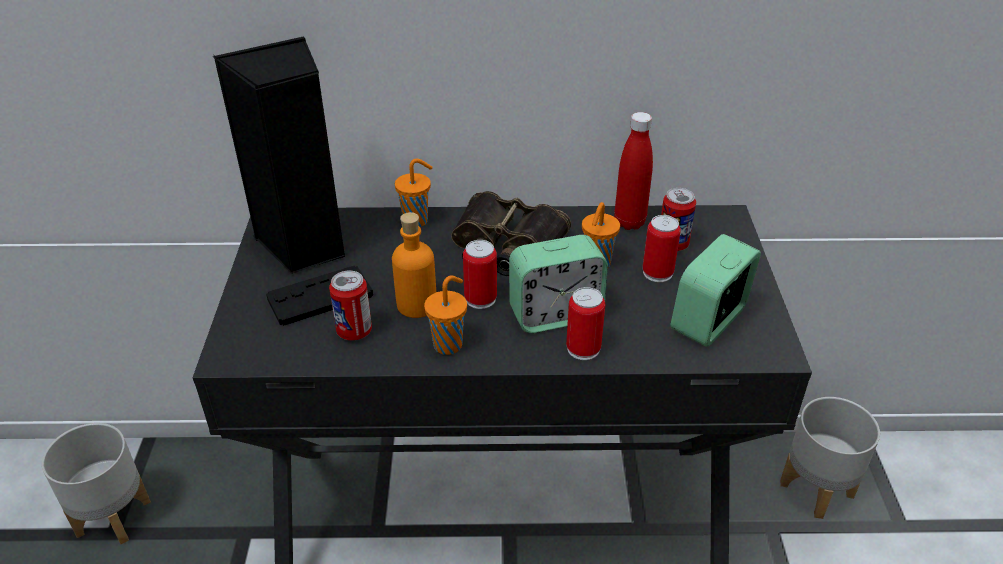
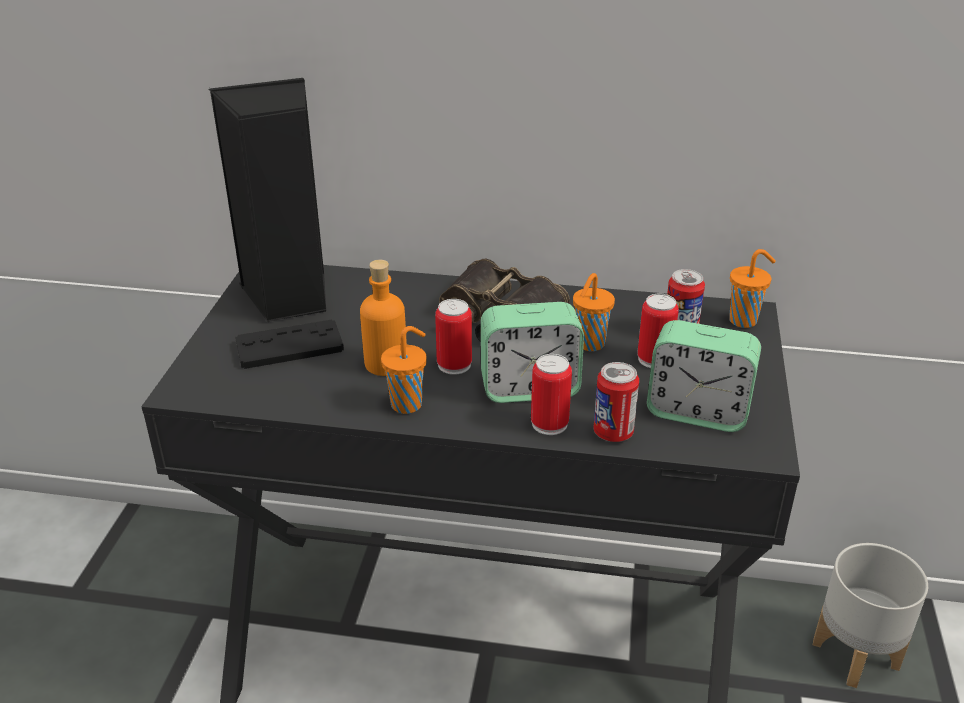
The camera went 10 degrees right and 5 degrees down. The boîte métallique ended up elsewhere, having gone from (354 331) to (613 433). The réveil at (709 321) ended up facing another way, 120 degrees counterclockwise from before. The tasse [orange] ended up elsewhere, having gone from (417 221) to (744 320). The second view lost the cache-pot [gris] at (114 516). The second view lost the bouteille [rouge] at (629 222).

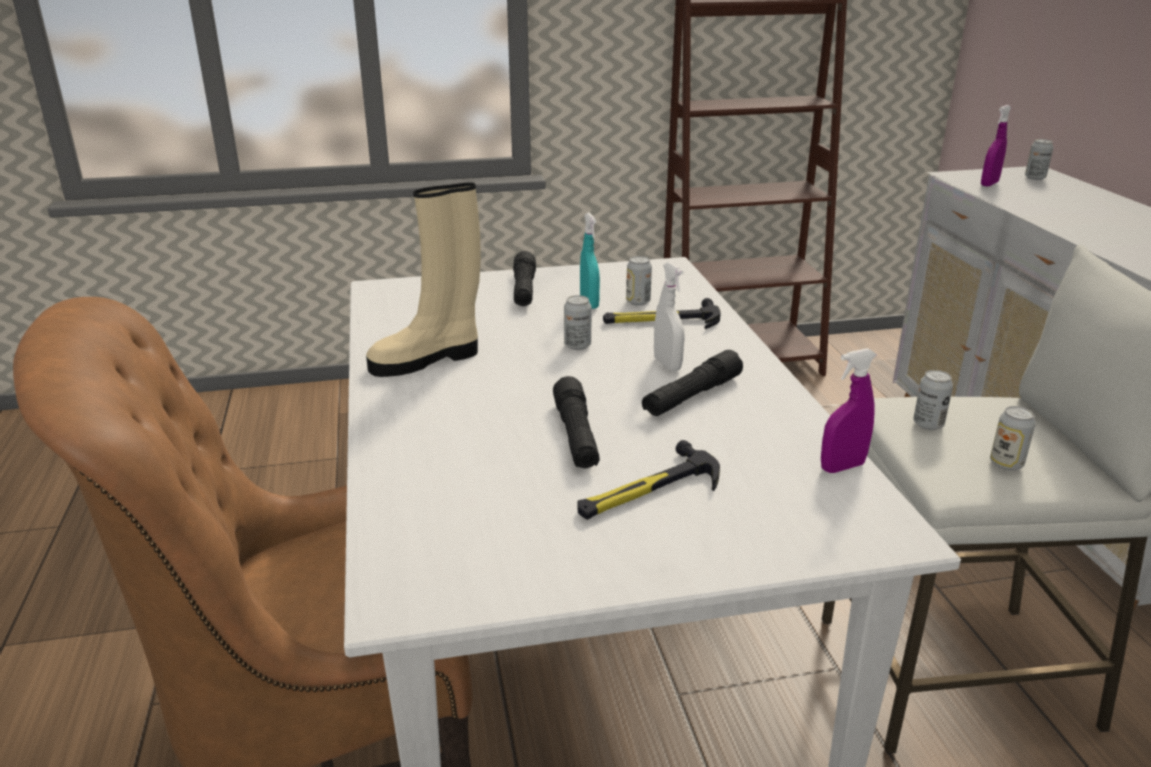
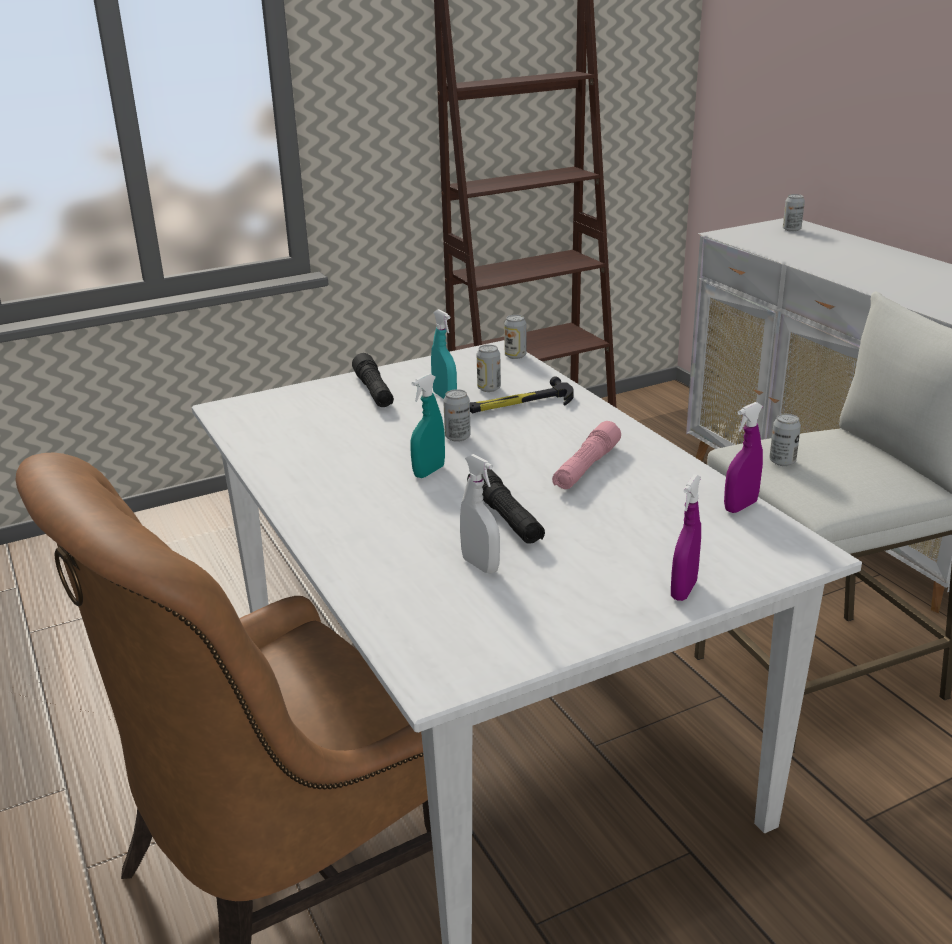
The camera went 15 degrees left and 0 degrees up. The second view gained the vaporisateur [turquoise] at (429 472). The vaporisateur [blanc] ended up elsewhere, having gone from (667 364) to (480 565). The boîte métallique ended up elsewhere, having gone from (1006 464) to (515 356). What was the lampe de poche [noir] at (692 396) turned into the lampe de poche [rose] at (586 467). The vaporisateur [violet] ended up elsewhere, having gone from (989 184) to (683 590). The second view lost the botte [beige] at (428 359). The second view lost the marteau at (648 491).

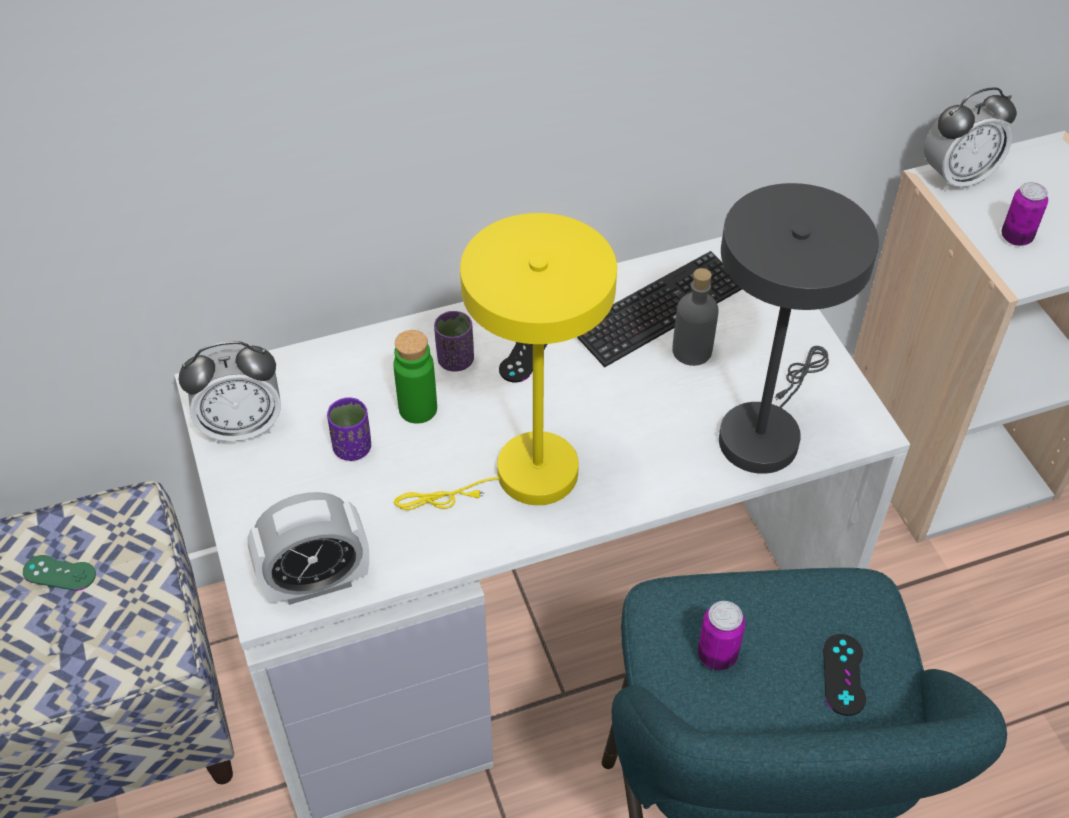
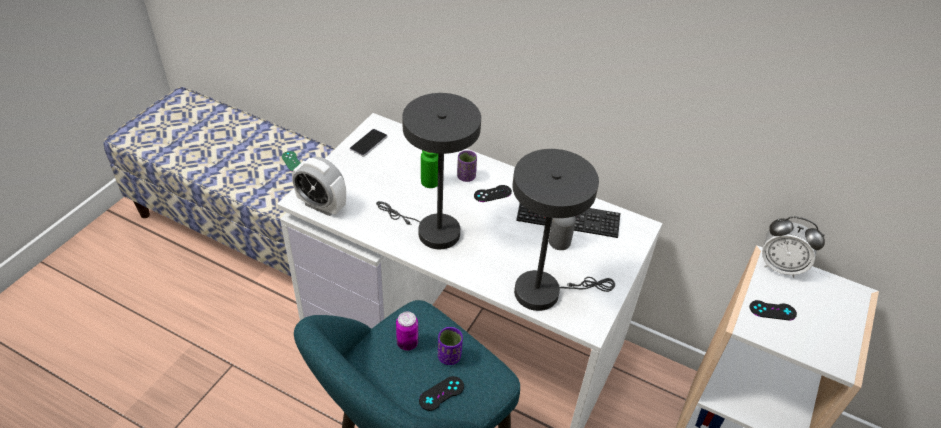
The camera went 45 degrees right and 5 degrees down. Where the réveil stood at (242 427), the téléphone came to stand at (368 143). What was the lampe de table [jaune] at (522 478) turned into the lampe de table [gris] at (431 231). The tasse [violet] ended up elsewhere, having gone from (352 448) to (449 356). Where the boîte métallique stood at (1016 237), the manette [noir] came to stand at (772 310).

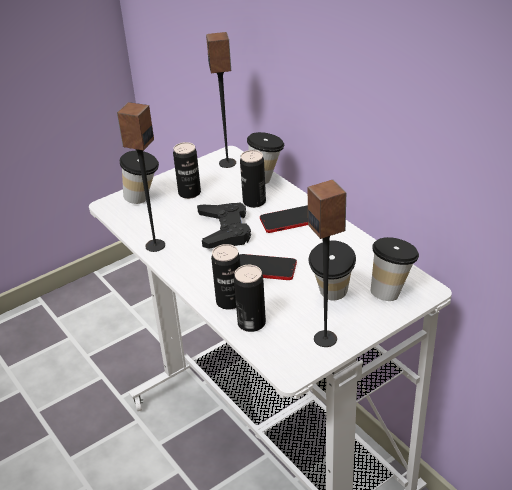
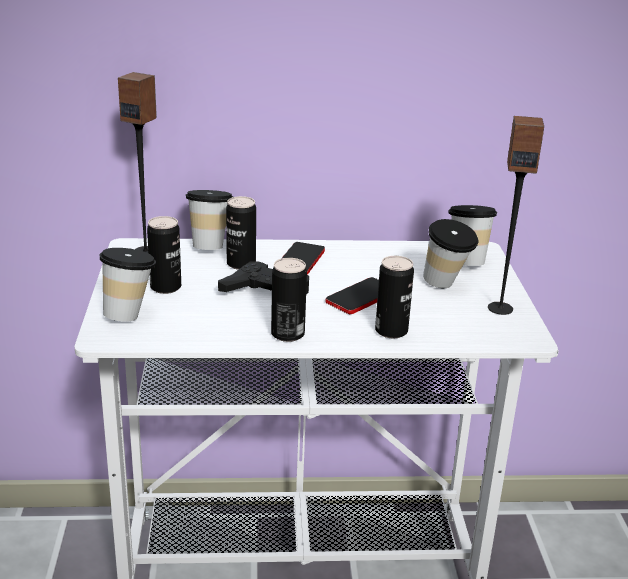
The camera went 60 degrees left and 10 degrees down. The boîte métallique ended up elsewhere, having gone from (251 323) to (287 334). The second view lost the enceinte at (155 245).

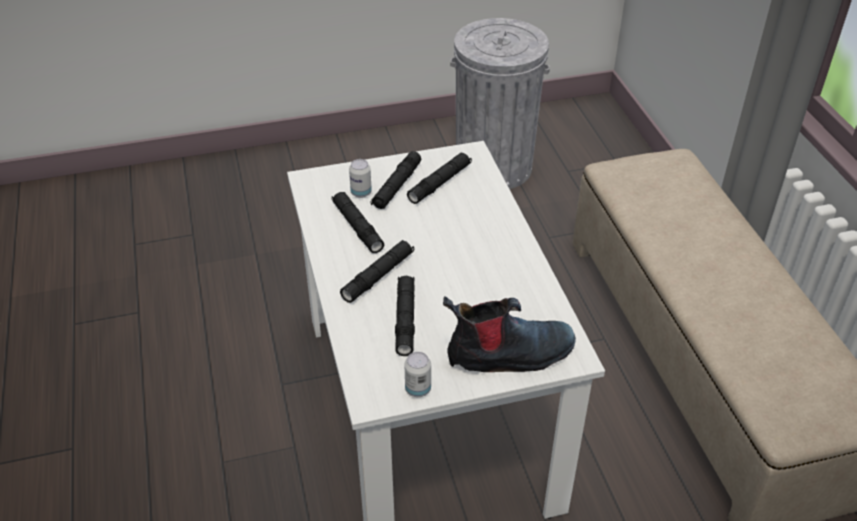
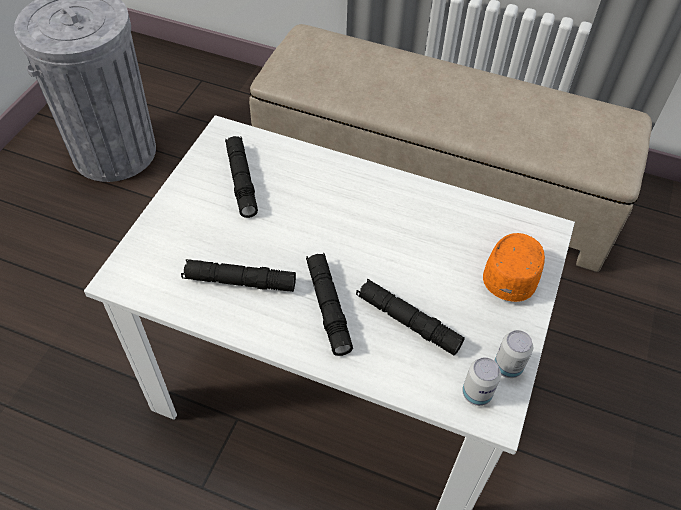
The camera went 55 degrees left and 10 degrees up. The boîte métallique ended up elsewhere, having gone from (361 193) to (476 393). Where the botte stood at (509 355), the casquette [orange] came to stand at (513 272). The second view lost the lampe de poche [noir] at (396 186).

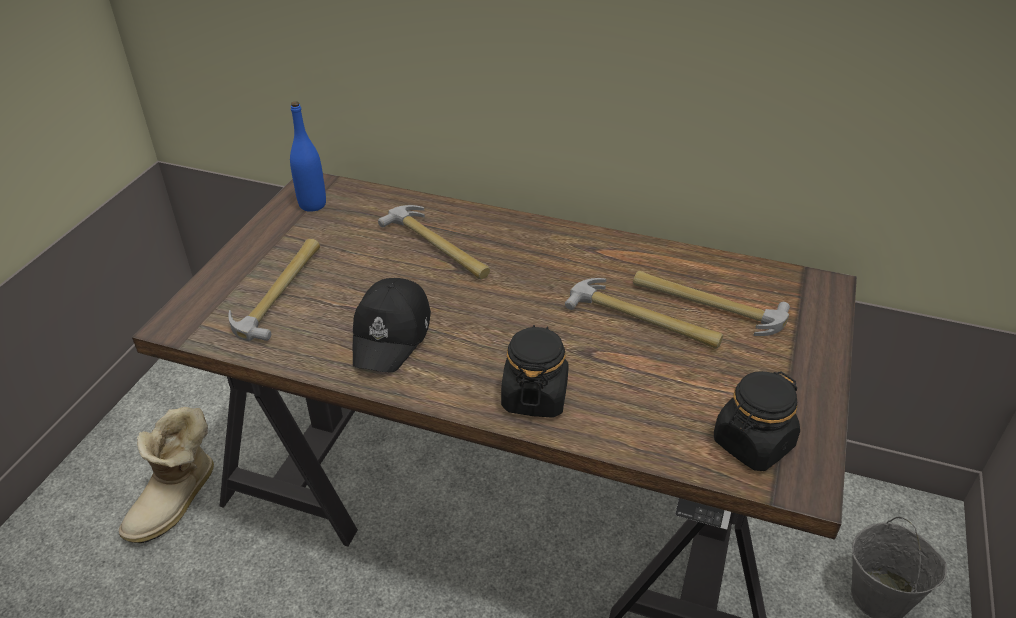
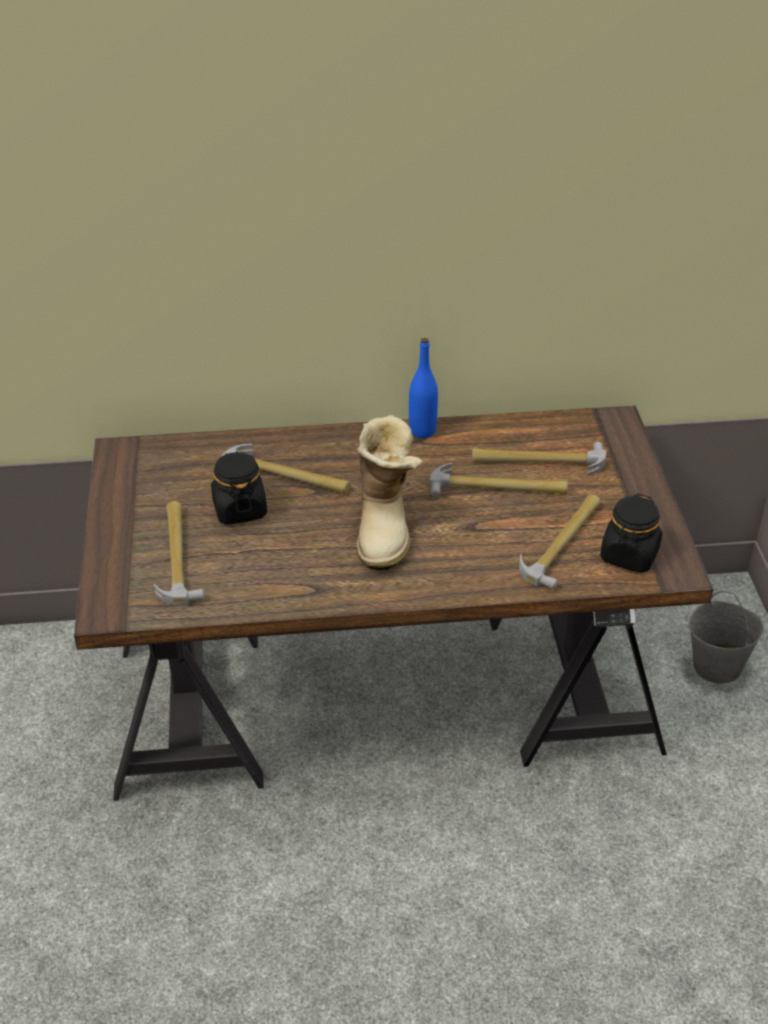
The camera went 25 degrees left and 0 degrees up. The bocal [noir] ended up elsewhere, having gone from (534 396) to (239 509). The botte ended up elsewhere, having gone from (177 501) to (386 528). The bouteille [bleu] ended up elsewhere, having gone from (312 204) to (422 431). The second view gained the marteau at (563 543). The second view lost the casquette [noir] at (392 334).

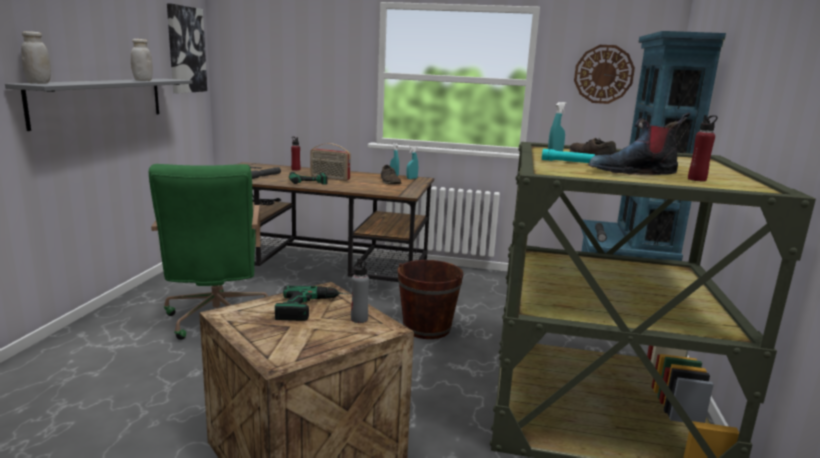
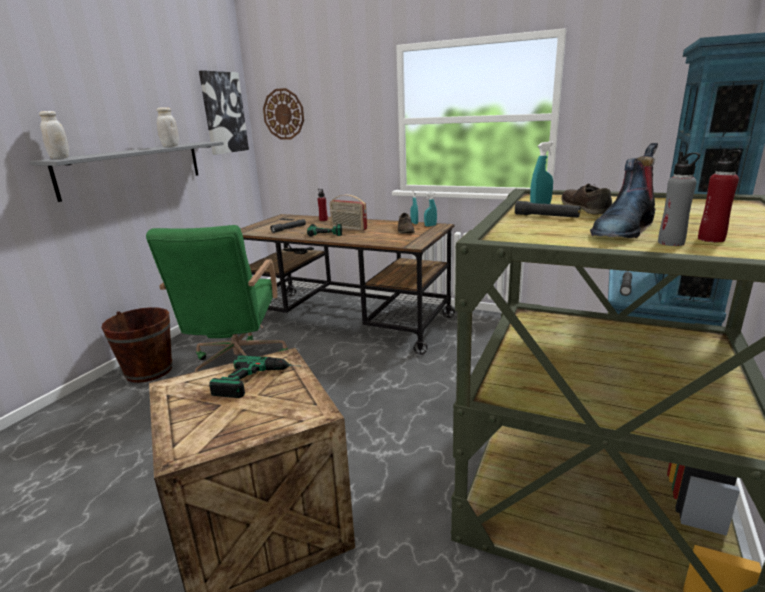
The camera went 15 degrees right and 5 degrees up. The seau [marron] ended up elsewhere, having gone from (427 328) to (149 371). The horloge murale ended up elsewhere, having gone from (603 74) to (283 114). What was the lampe de poche [turquoise] at (567 162) turned into the lampe de poche [noir] at (546 216). The botte at (632 172) ended up facing another way, 60 degrees counterclockwise from before. The bouteille [gris] ended up elsewhere, having gone from (359 319) to (671 243).

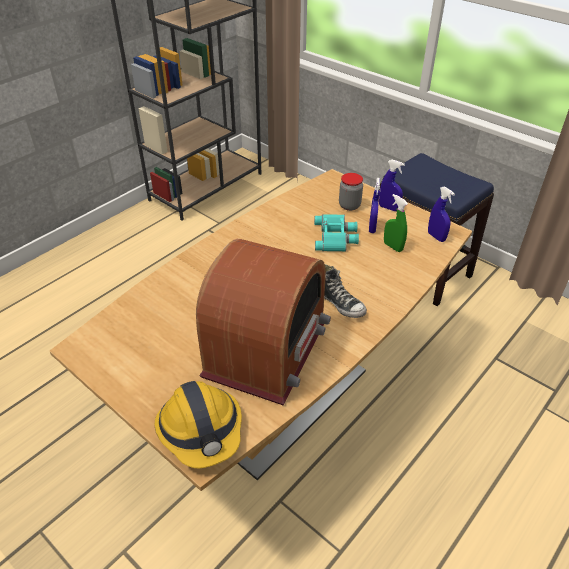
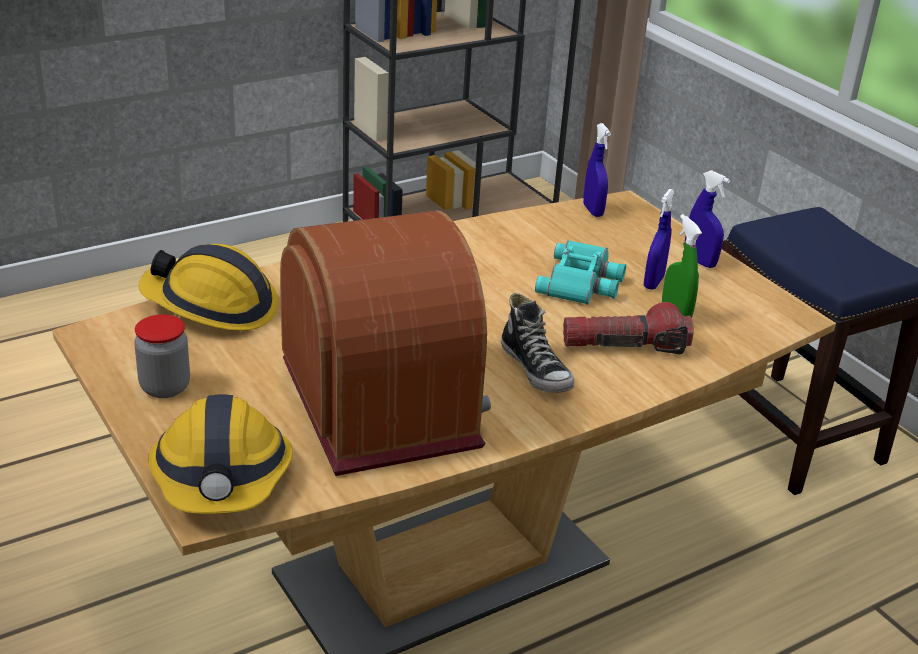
The camera went 15 degrees right and 10 degrees down. The bocal ended up elsewhere, having gone from (349 205) to (165 387). The second view gained the casque de chantier at (211 306). The radio at (267 349) ended up facing another way, 60 degrees counterclockwise from before. The second view gained the lampe de poche at (625 346). The vaporisateur [bleu] ended up elsewhere, having gone from (436 237) to (593 211).

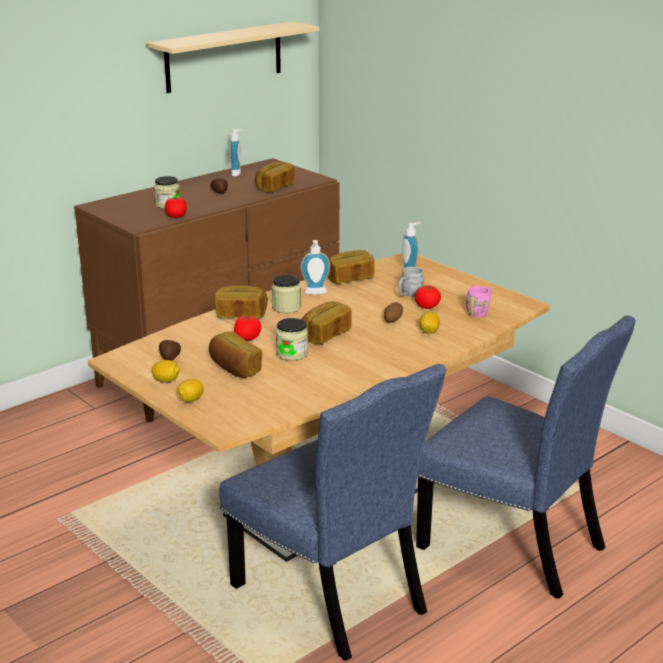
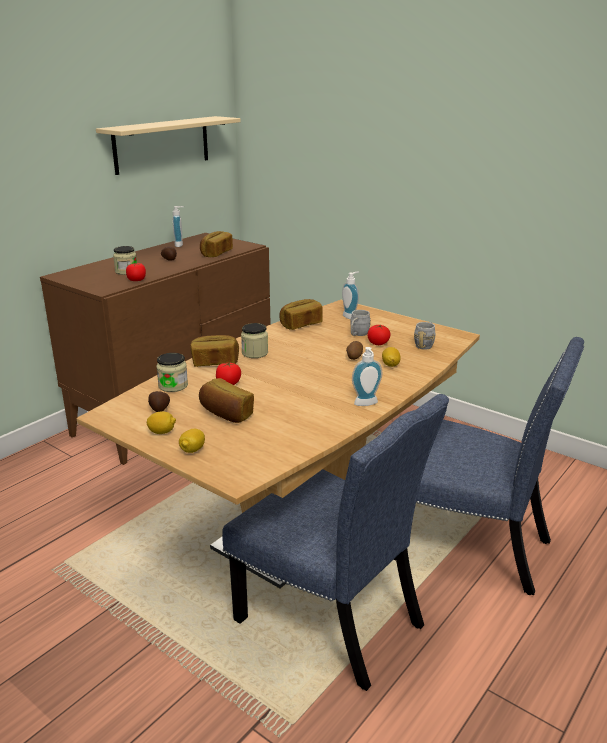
The camera went 10 degrees left and 0 degrees up. The bocal ended up elsewhere, having gone from (292 354) to (173 386). The distributeur de savon ended up elsewhere, having gone from (315 293) to (367 404). What was the mug [rose] at (480 312) turned into the mug [gris] at (425 344). The second view lost the pain at (324 335).

